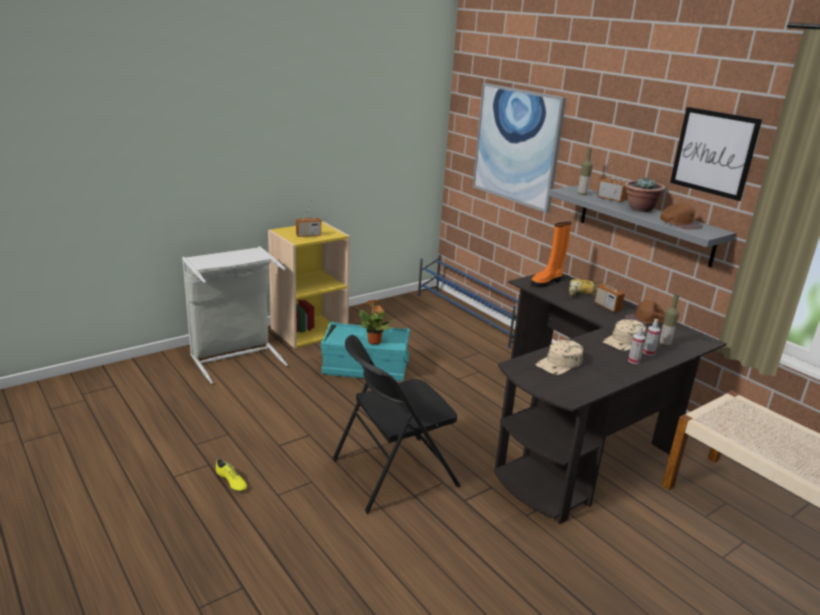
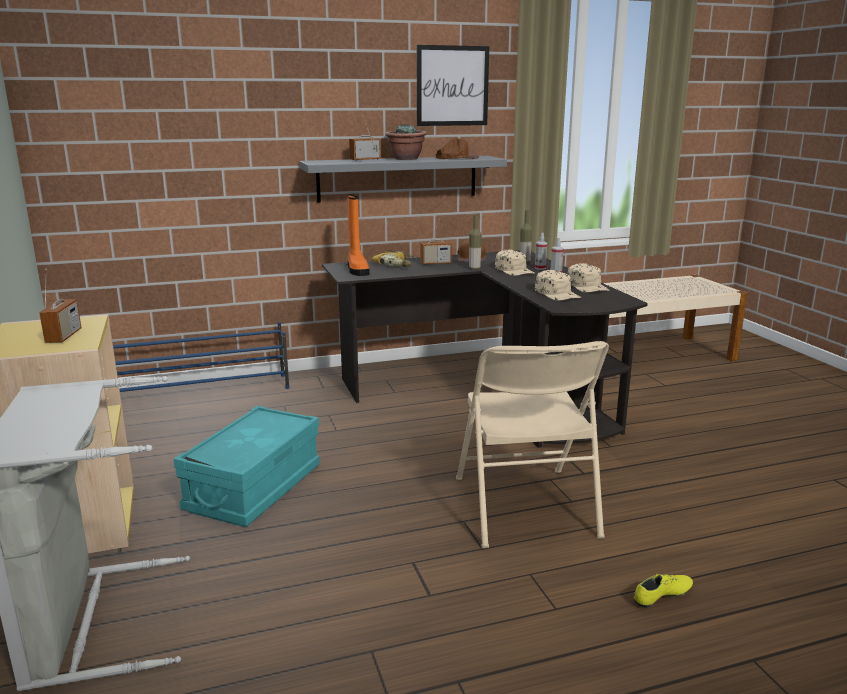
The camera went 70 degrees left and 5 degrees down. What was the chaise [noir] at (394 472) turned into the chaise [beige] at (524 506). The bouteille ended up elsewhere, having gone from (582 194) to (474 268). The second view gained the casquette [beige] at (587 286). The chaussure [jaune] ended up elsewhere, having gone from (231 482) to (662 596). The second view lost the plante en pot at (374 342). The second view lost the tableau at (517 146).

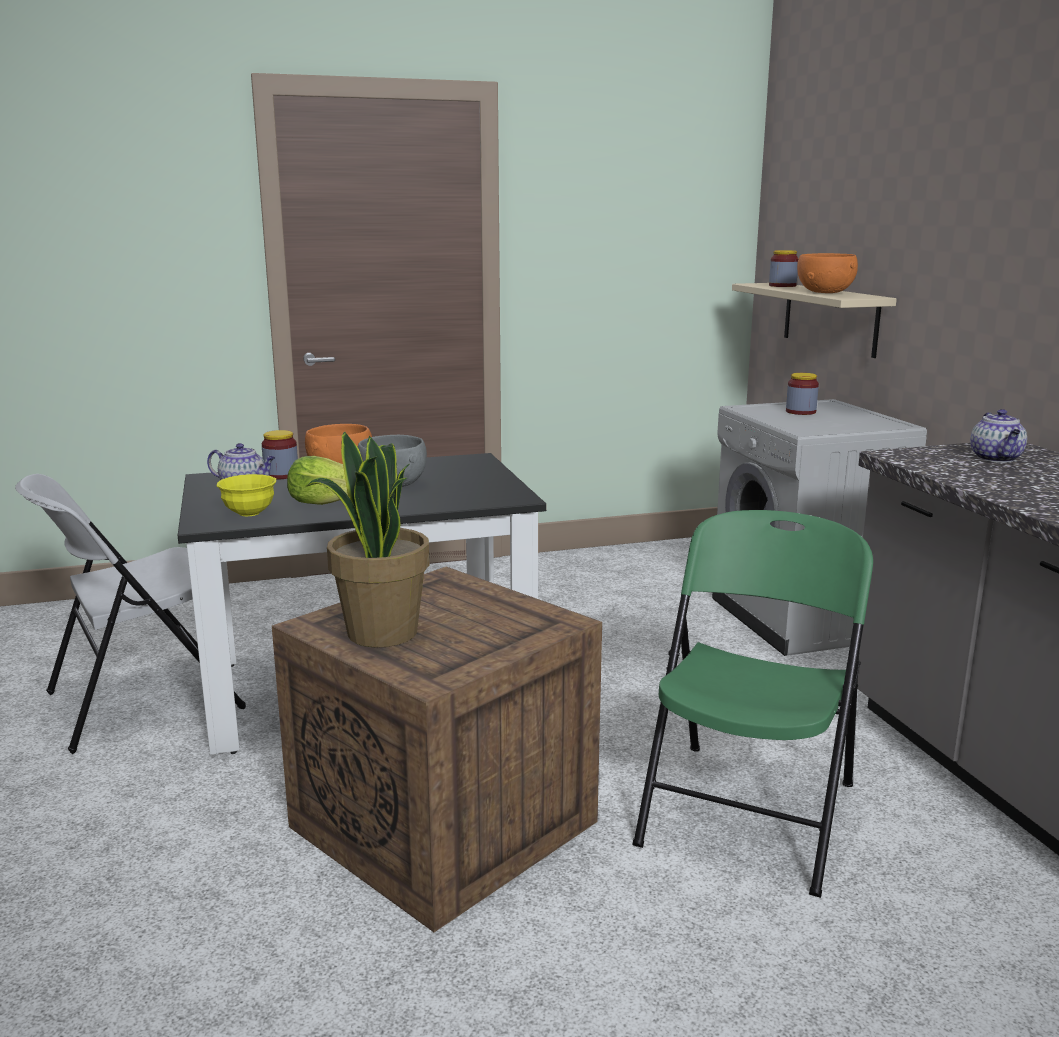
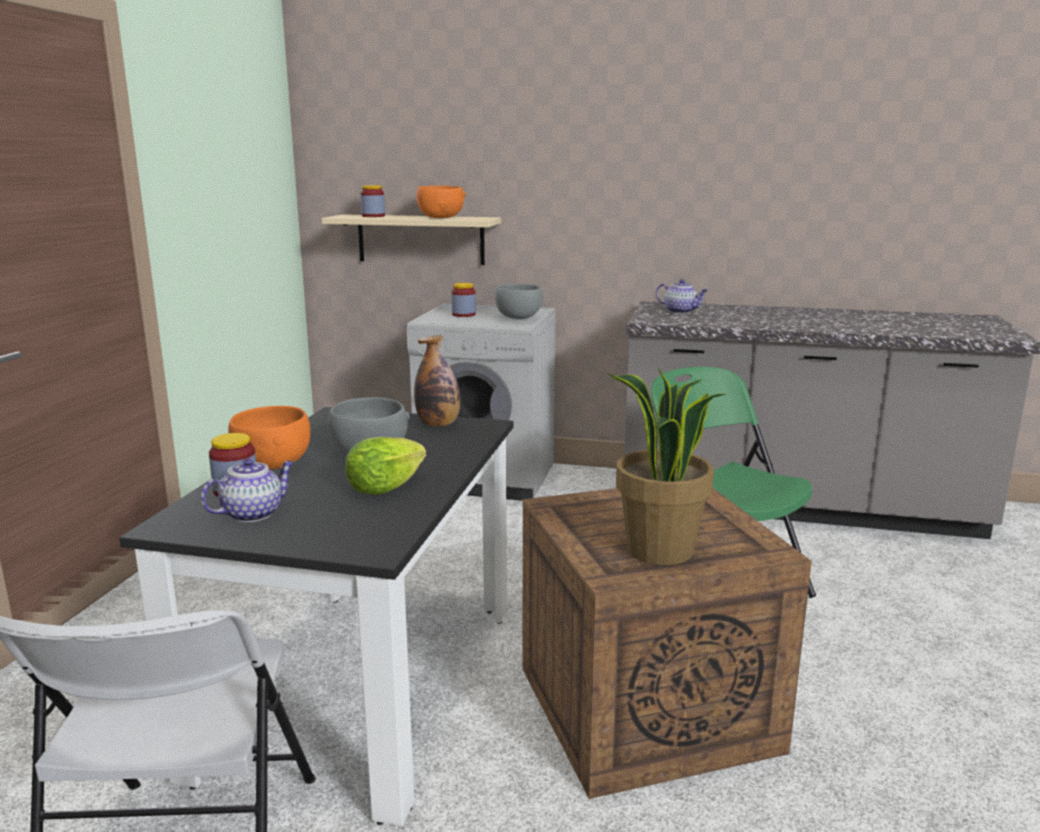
The camera went 60 degrees left and 0 degrees up. The second view gained the bouteille at (438 424). The second view gained the bol [gris] at (518 317). The second view lost the bol [jaune] at (249 513).

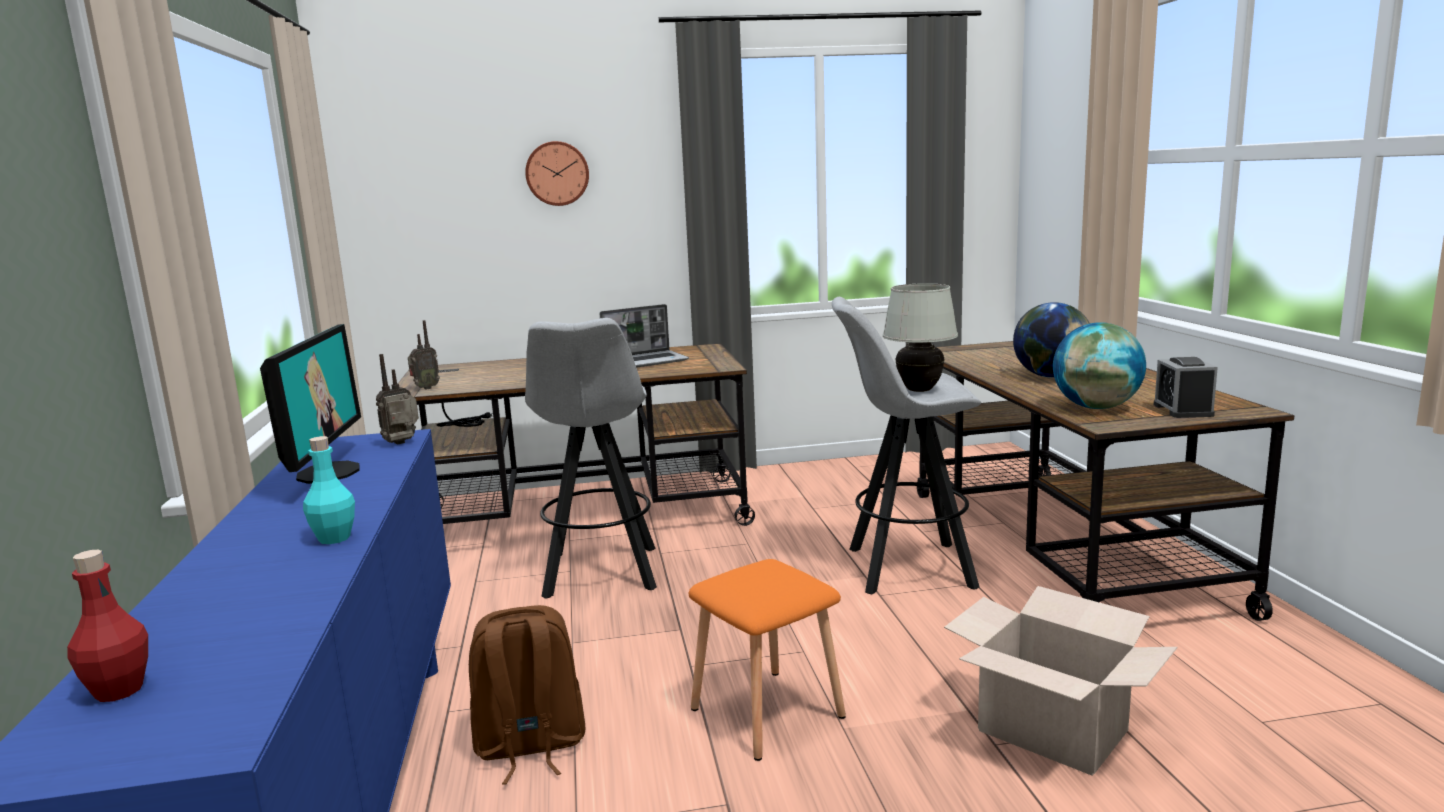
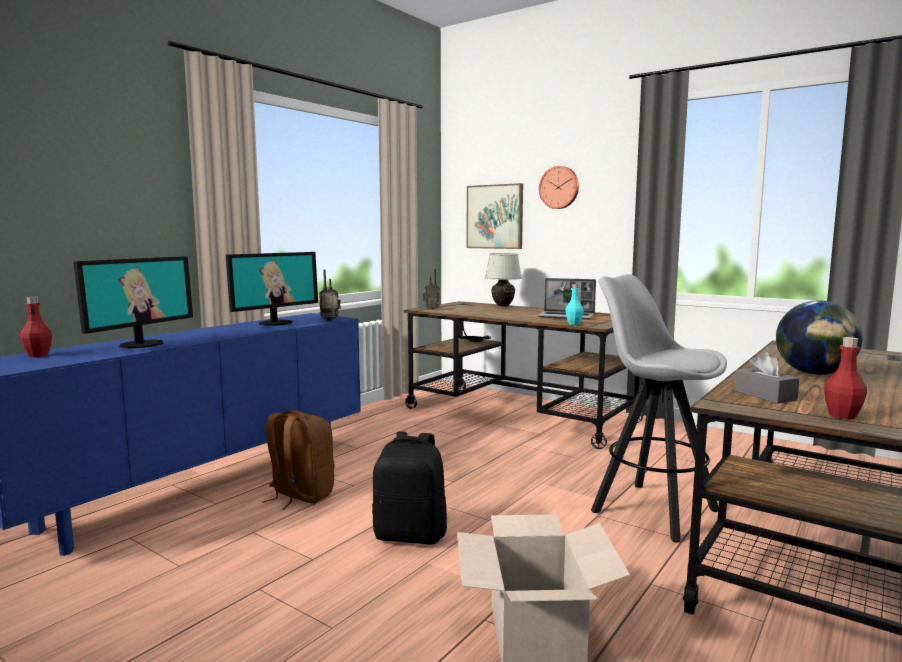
The camera went 45 degrees right and 5 degrees down. The second view gained the écran d'ordinateur at (141 344). Where the tabouret [orange] stood at (768 711), the sac à dos [noir] came to stand at (411 535). The second view gained the tableau at (495 216). The lampe de table [blanc] ended up elsewhere, having gone from (919 390) to (503 306). The bouteille [turquoise] ended up elsewhere, having gone from (334 538) to (574 324). Where the globe stood at (1096 407), the boîte à mouchoirs [gris] came to stand at (764 395). Where the réveil stood at (1183 410), the bouteille [rouge] came to stand at (842 416). The second view lost the tabouret [gris] at (600 573).

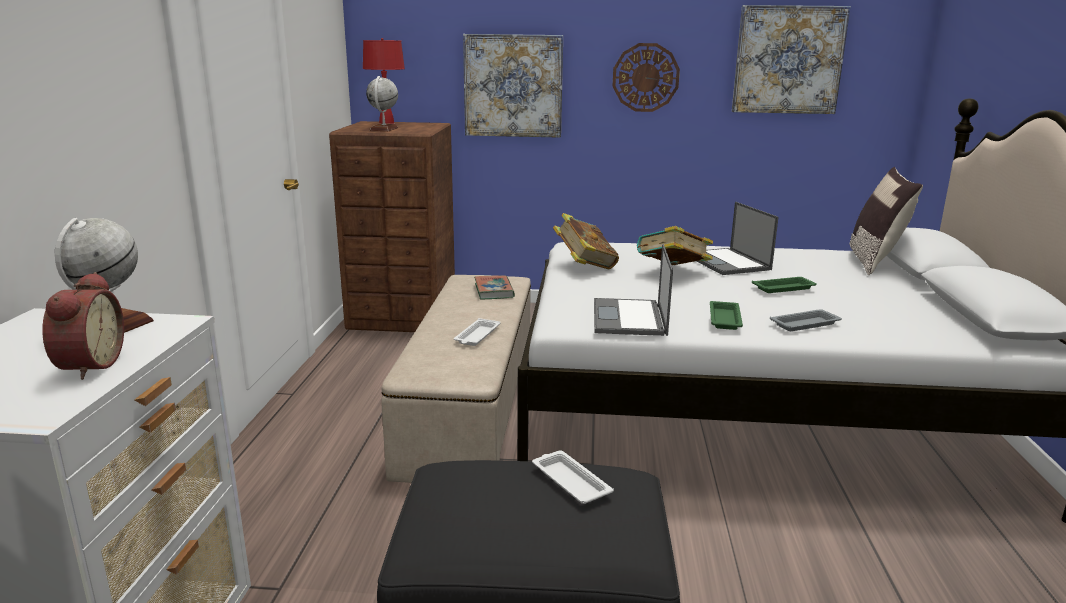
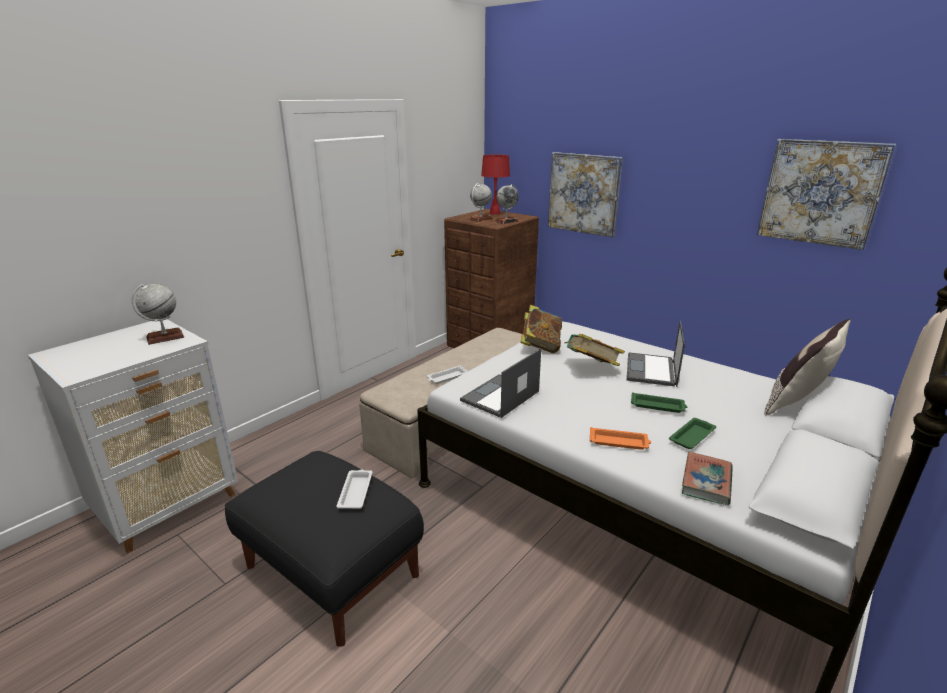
The camera went 35 degrees right and 5 degrees up. The second view gained the globe at (507 221). What was the plateau [gris] at (806 324) turned into the plateau [orange] at (619 442). The plateau [vert] ended up elsewhere, having gone from (724 318) to (692 436). The livre ended up elsewhere, having gone from (494 291) to (706 482). The second view lost the réveil at (87 366). The second view lost the horloge murale at (645 77).

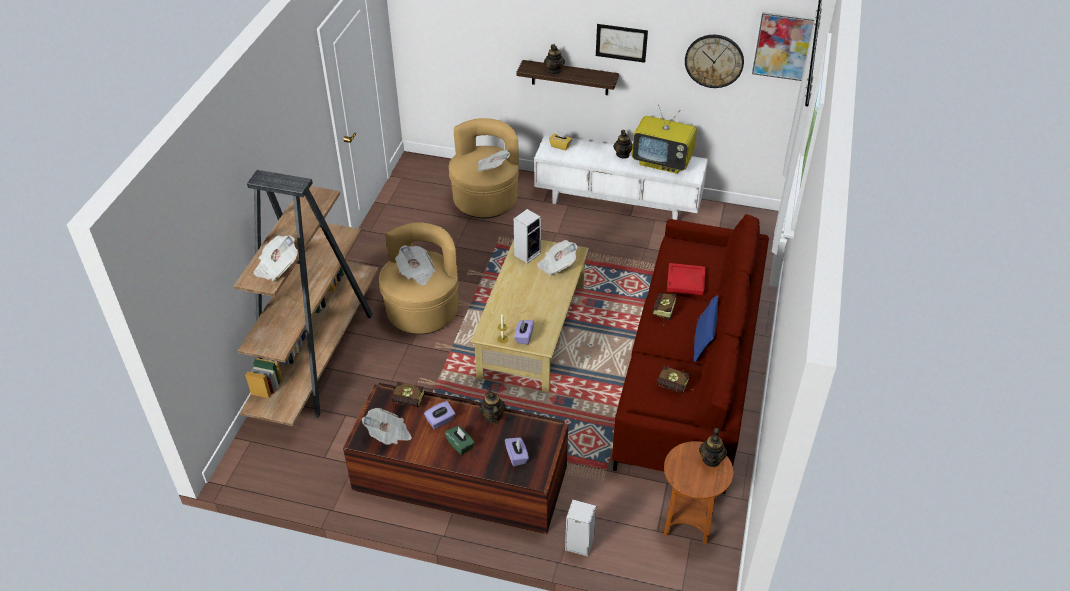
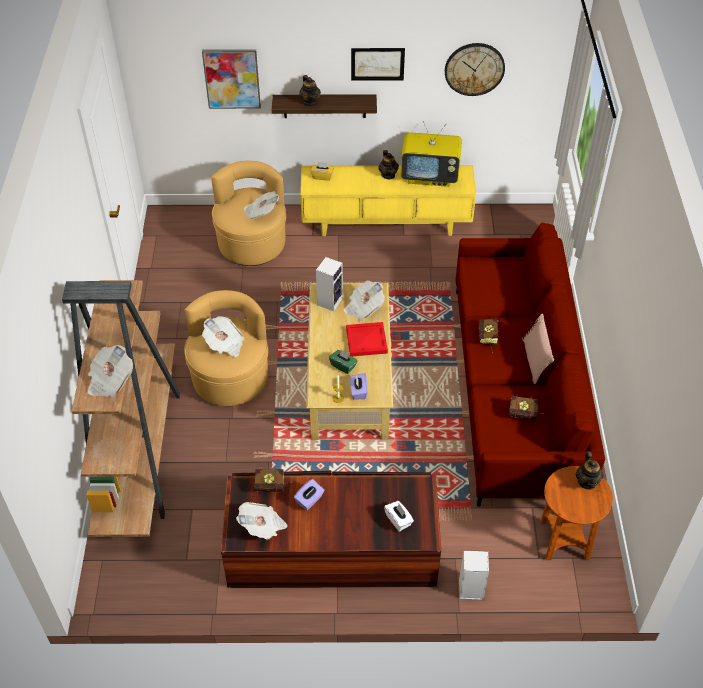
The camera went 15 degrees left and 5 degrees up. The tableau ended up elsewhere, having gone from (784 46) to (232 78). What was the meuble télé [blanc] at (618 200) turned into the meuble télé [jaune] at (386 220). The boîte à mouchoirs [vert] ended up elsewhere, having gone from (460 445) to (343 366). The plateau [rouge] ended up elsewhere, having gone from (685 281) to (366 341). What was the boîte à mouchoirs [violet] at (517 456) turned into the boîte à mouchoirs [blanc] at (398 520). What was the coussin [bleu] at (703 341) turned into the coussin [beige] at (535 361). The second view lost the théière at (492 416).

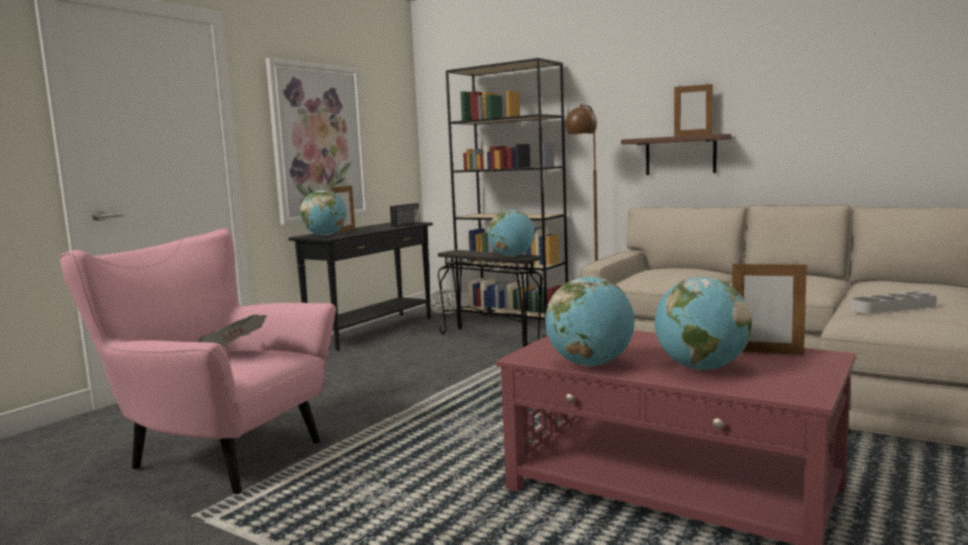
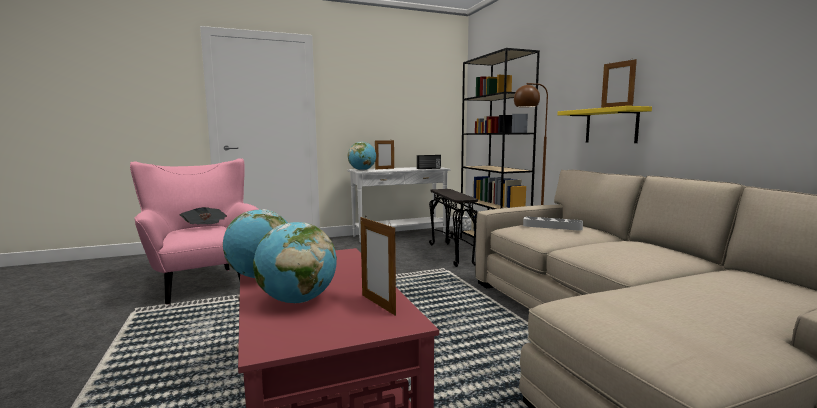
The camera went 35 degrees right and 0 degrees up. What was the table console [noir] at (372 331) turned into the table console [blanc] at (400 235). The plateau [gris] ended up elsewhere, having gone from (893 307) to (552 226). What was the étagère [marron] at (680 155) turned into the étagère [jaune] at (611 126). The second view lost the tableau at (319 142). The second view lost the globe at (512 256).

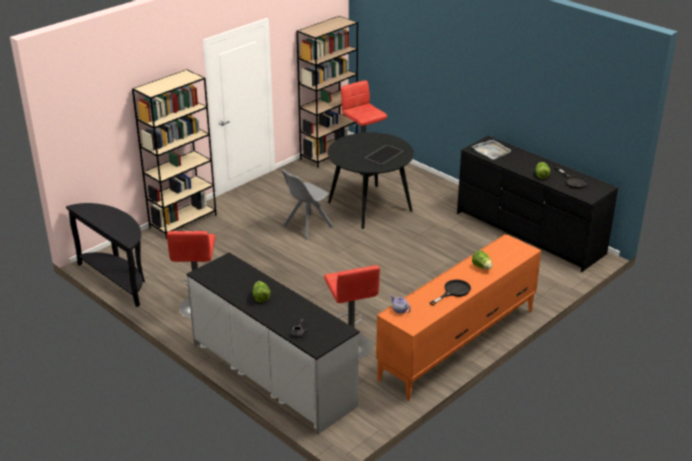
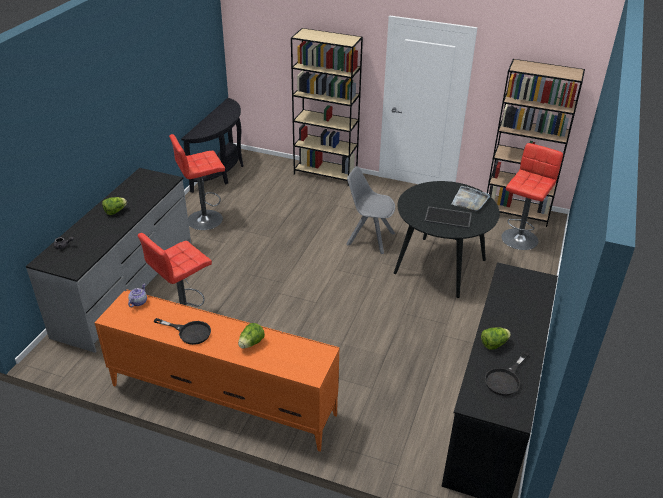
The camera went 65 degrees right and 5 degrees up. The plateau [gris] ended up elsewhere, having gone from (491 151) to (470 200).

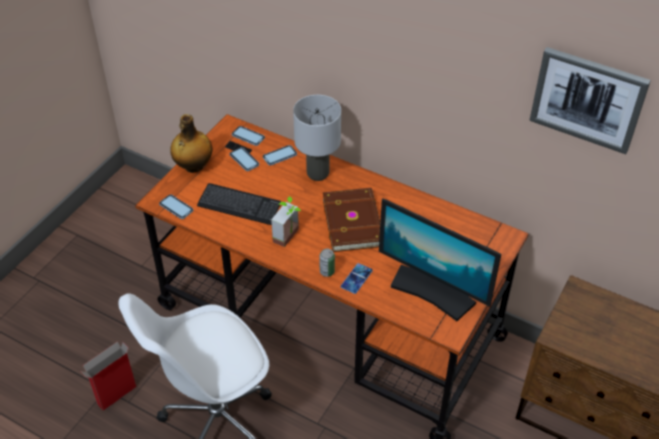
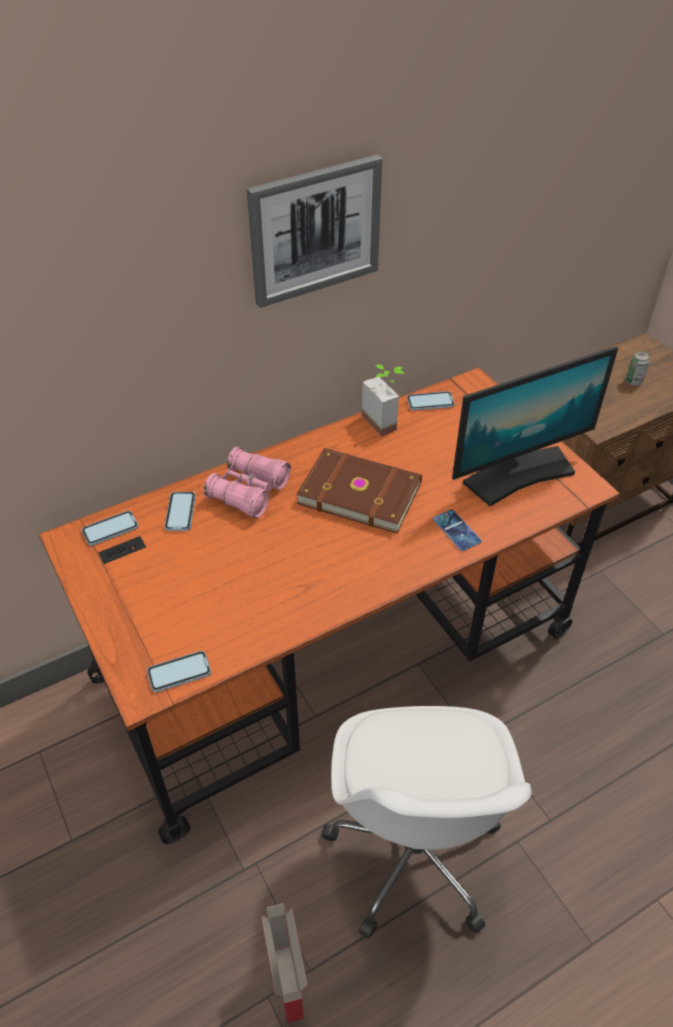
The camera went 60 degrees left and 0 degrees up. Where the lampe de table [blanc] stood at (317 175), the jumelles [rose] came to stand at (249 491). The tableau ended up elsewhere, having gone from (588 99) to (314 230). The plante en pot ended up elsewhere, having gone from (291 237) to (385 420). The téléphone ended up elsewhere, having gone from (244 160) to (430 402). The boîte métallique ended up elsewhere, having gone from (327 272) to (633 381). The second view lost the bouteille at (193 166). The second view lost the clavier at (239 205).

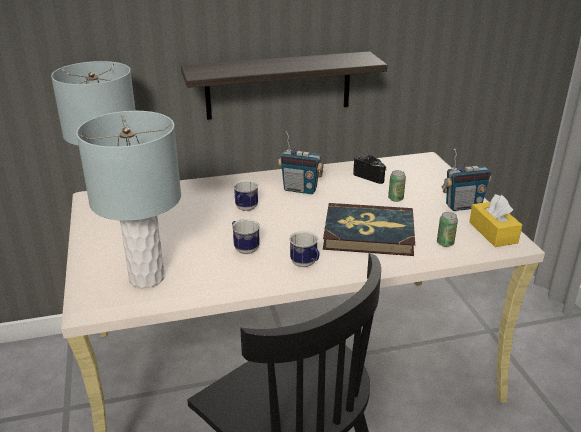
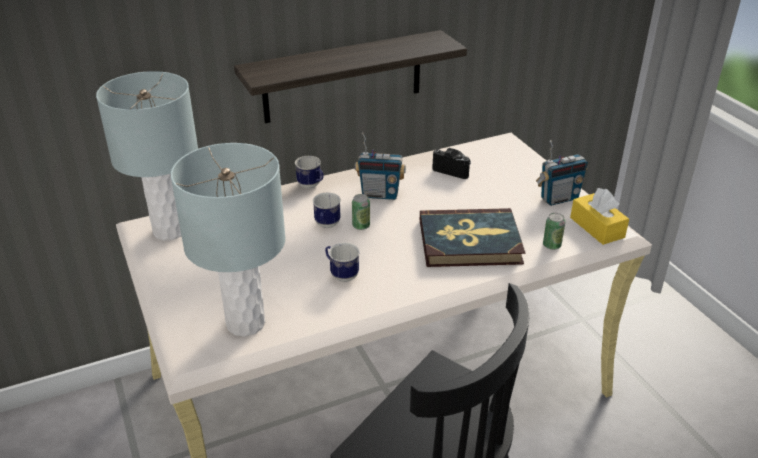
The camera went 10 degrees left and 5 degrees up. The mug ended up elsewhere, having gone from (306 264) to (311 186). The boîte métallique ended up elsewhere, having gone from (395 199) to (361 226).

